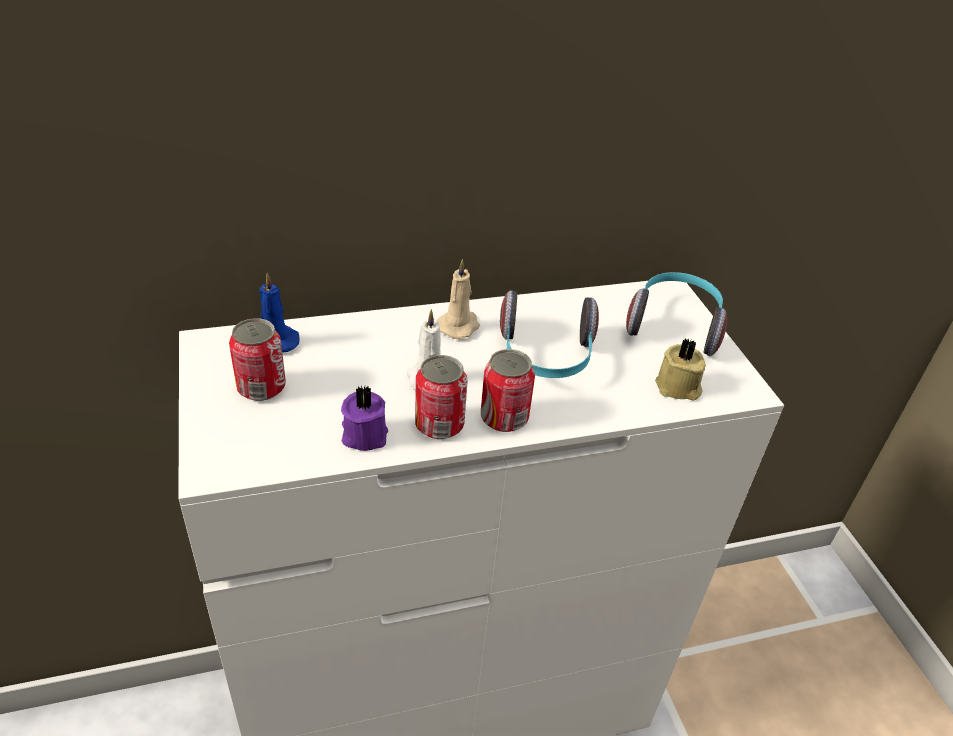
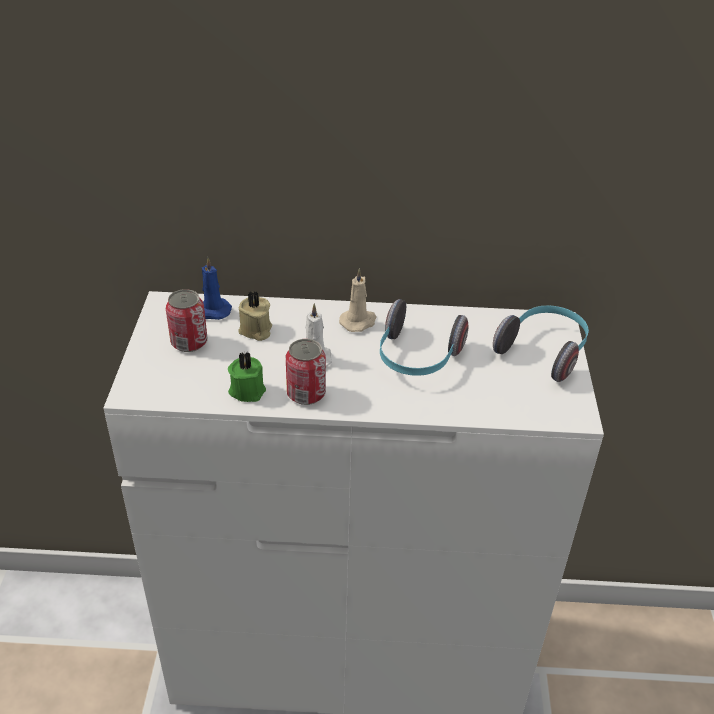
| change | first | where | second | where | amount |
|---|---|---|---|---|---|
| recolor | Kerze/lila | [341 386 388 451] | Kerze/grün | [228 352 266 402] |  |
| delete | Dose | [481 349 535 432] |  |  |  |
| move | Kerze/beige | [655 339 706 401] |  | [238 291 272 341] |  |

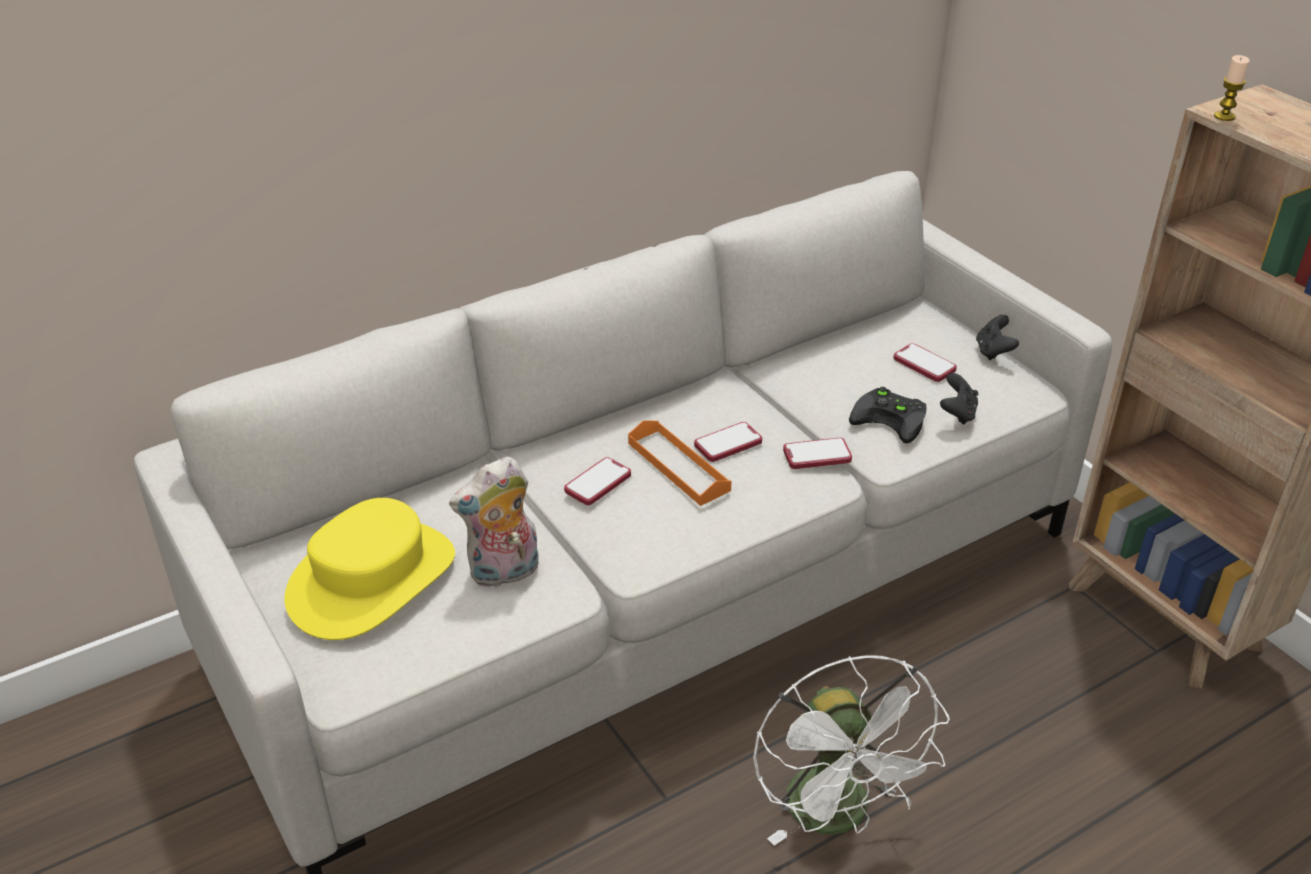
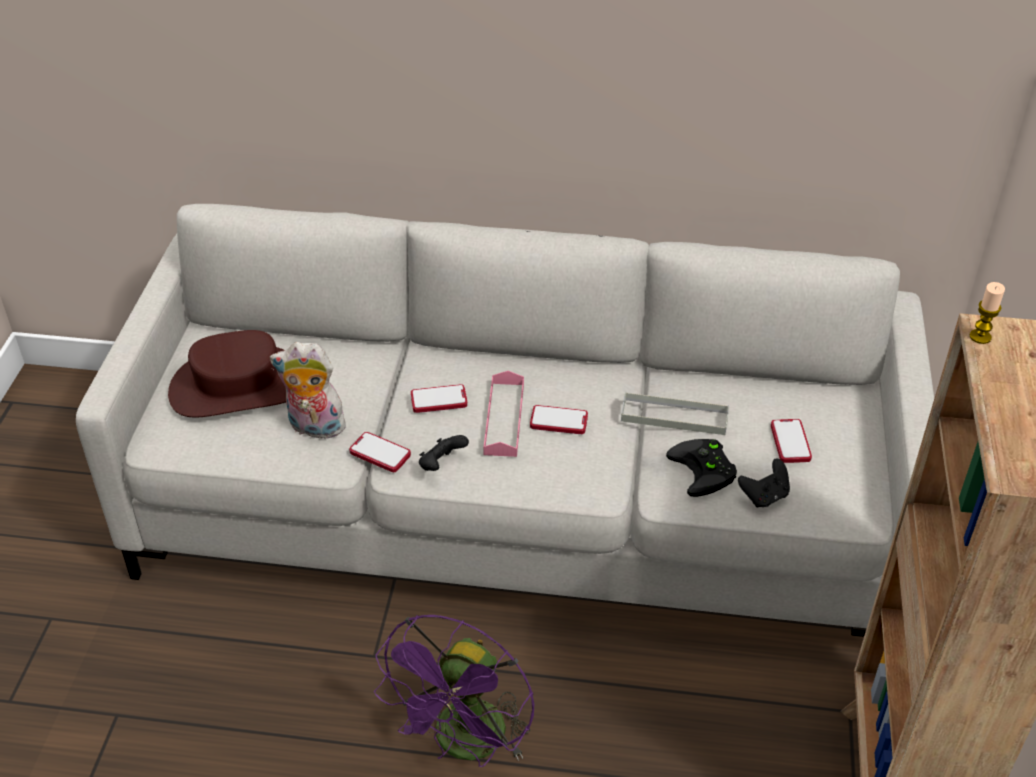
| change | first | where | second | where | amount |
|---|---|---|---|---|---|
| recolor | Hut/gelb | [285 498 455 640] | Hut/braun | [168 330 286 417] |  |
| recolor | Tablett/orange | [628 420 732 506] | Tablett/rosa | [483 371 524 457] |  |
| recolor | Ventilator/weiß | [753 655 950 846] | Ventilator/lila | [374 615 534 767] |  |
| move | Handy | [783 438 852 469] |  | [349 432 411 472] |  |
| move | Gamepad/schwarz | [976 315 1019 360] |  | [419 435 469 471] |  |
| insert |  |  | Tablett/grau | [621 392 729 435] |  |

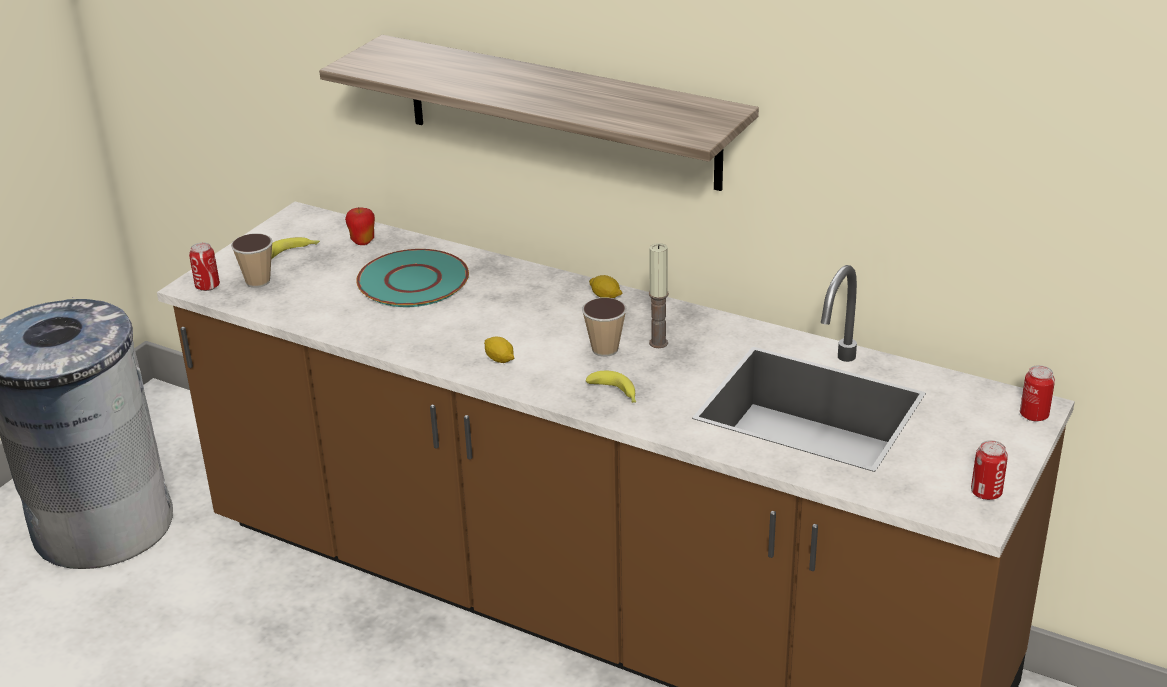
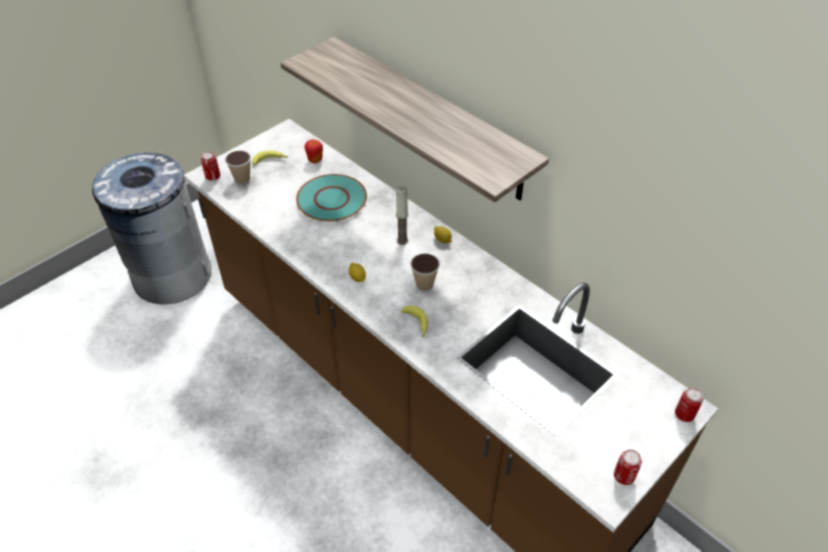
| change | first | where | second | where | amount |
|---|---|---|---|---|---|
| move | Kerze | [649 243 669 348] |  | [396 186 408 245] |  |

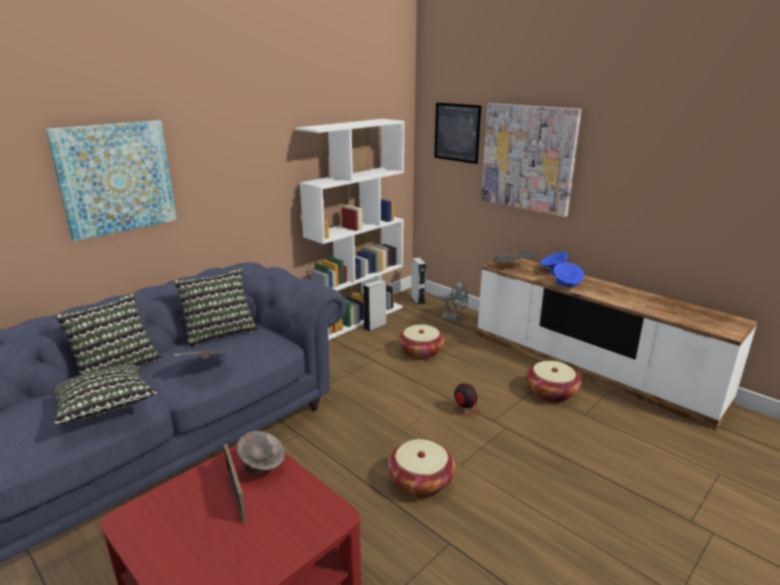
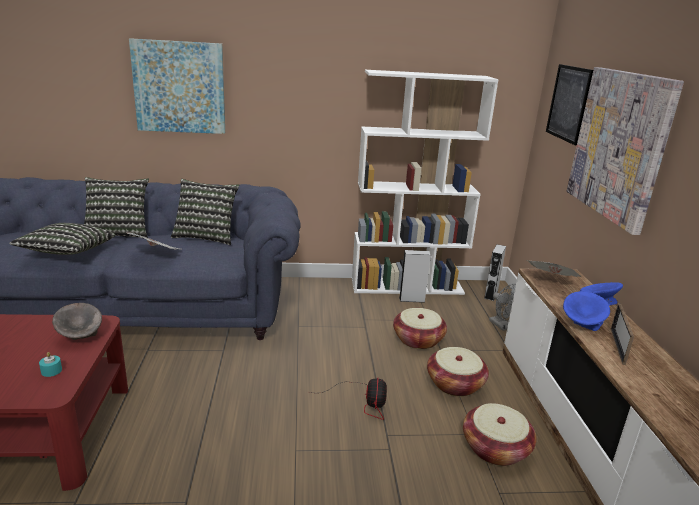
| change | first | where | second | where | amount |
|---|---|---|---|---|---|
| move | Bilderrahmen | [224 444 247 524] |  | [611 303 634 365] |  |
| move | Korb | [388 439 455 497] |  | [427 347 489 397] |  |
| insert |  |  | Kerze/türkis | [39 352 62 377] |  |

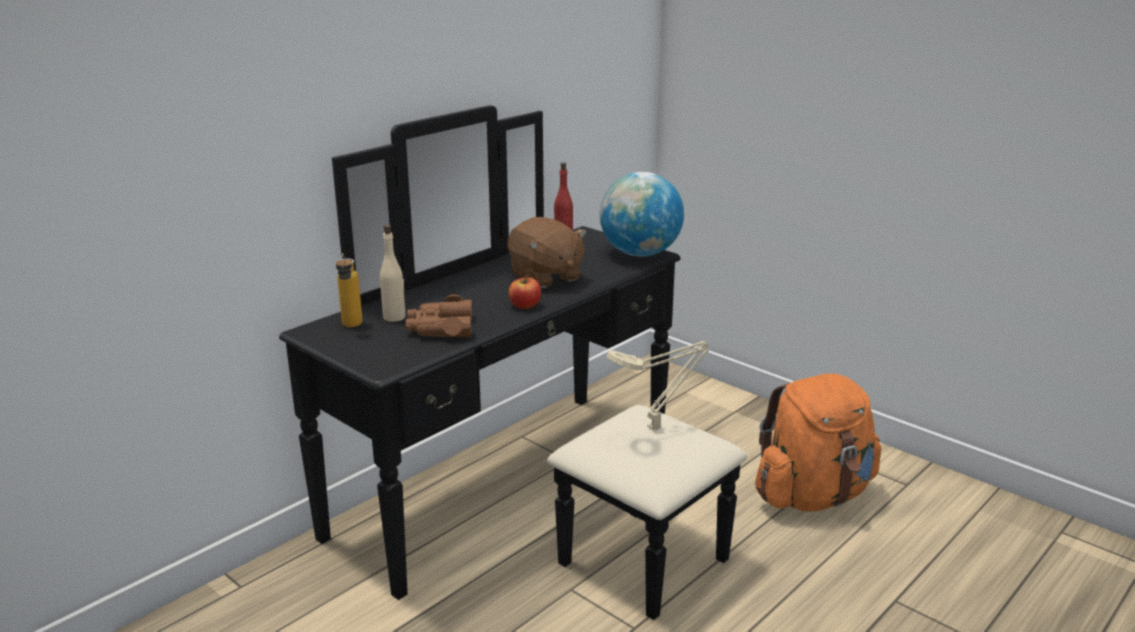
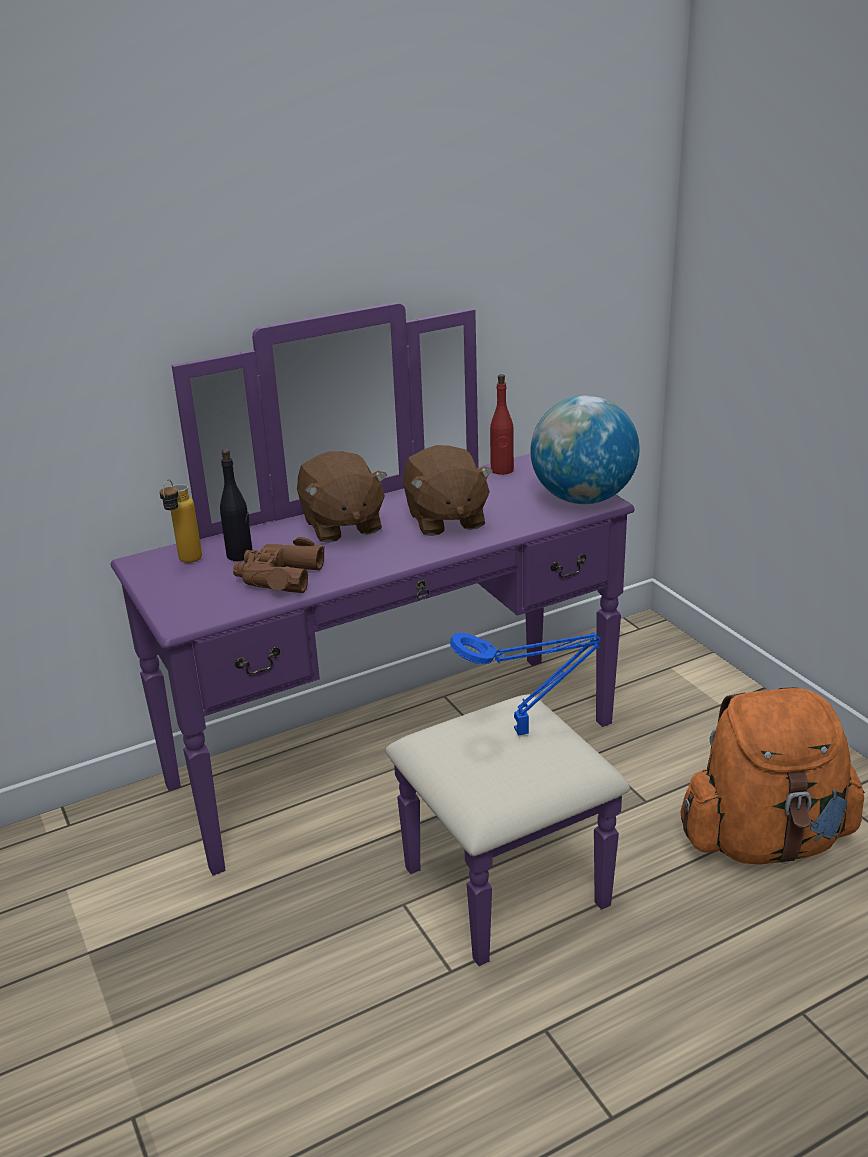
| change | first | where | second | where | amount |
|---|---|---|---|---|---|
| recolor | Kommode/schwarz | [279 105 747 620] | Kommode/lila | [110 303 635 966] |  |
| recolor | Flasche/beige | [380 225 406 322] | Flasche/schwarz | [220 449 253 561] |  |
| delete | Apfel | [509 275 541 309] |  |  |  |
| recolor | Tischlampe/beige | [607 341 709 430] | Tischlampe/blau | [450 632 601 736] |  |
| insert |  |  | Plüschtier/braun | [297 451 387 543] |  |

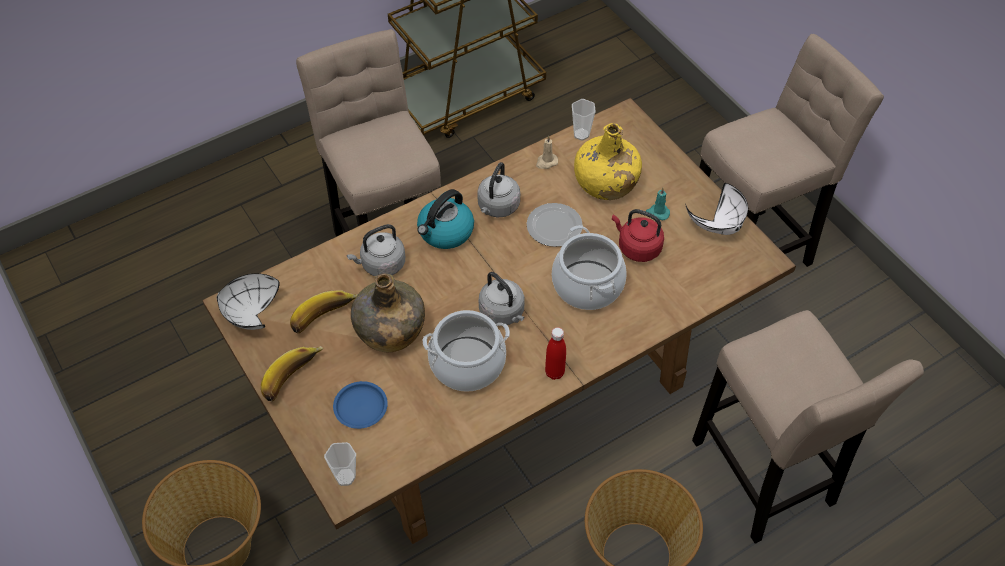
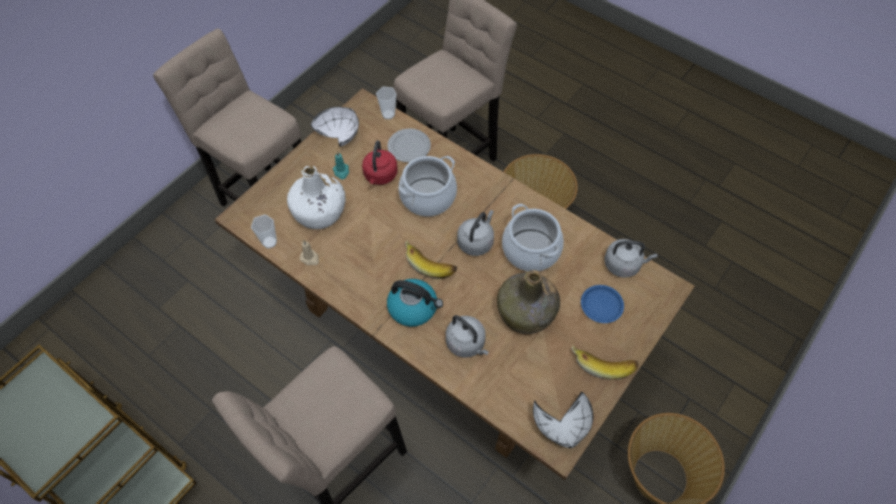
| change | first | where | second | where | amount |
|---|---|---|---|---|---|
| move | Banane | [290 290 358 333] |  | [405 240 457 279] |  |
| move | Tasse | [324 442 356 486] |  | [376 87 396 120] |  |
| move | Wasserkessel/grau | [477 162 520 217] |  | [604 239 657 278] |  |
| move | Teller | [527 203 583 247] |  | [387 128 431 162] |  |
| delete | Flasche/rot | [545 327 566 380] |  |  |  |
| recolor | Flasche/gelb | [574 123 642 200] | Flasche/weiß | [287 165 346 229] |  |

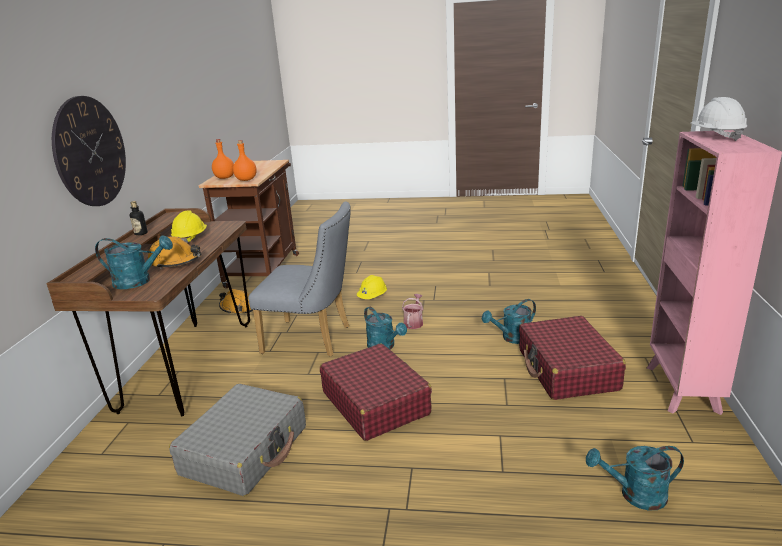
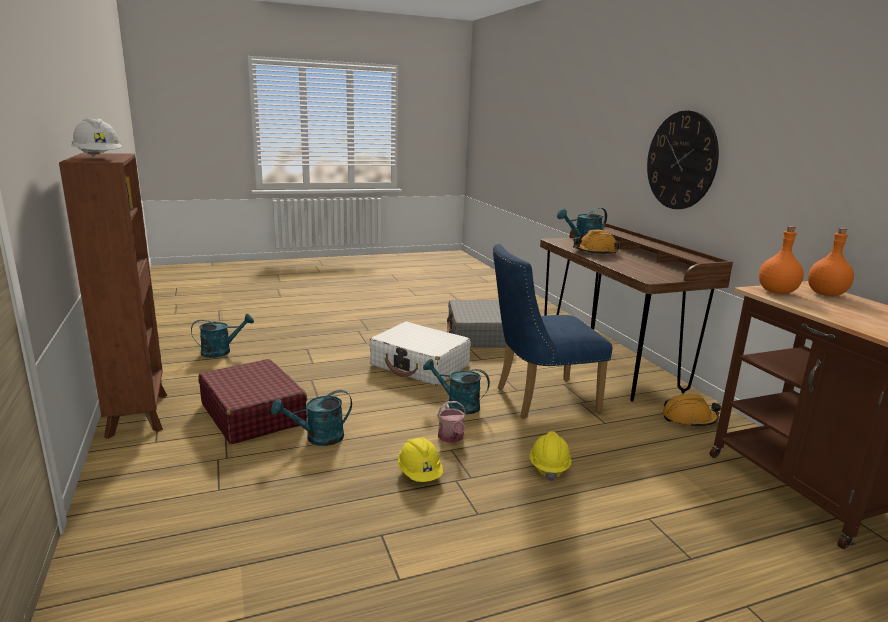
| change | first | where | second | where | amount |
|---|---|---|---|---|---|
| delete | Flasche | [130 201 148 236] |  |  |  |
| move | Schutzhelm/gelb | [171 211 207 242] |  | [398 437 443 482] |  |
| recolor | Stuhl/grau | [248 202 351 357] | Stuhl/blau | [493 244 612 419] |  |
| recolor | Koffer/rot | [320 344 432 441] | Koffer/weiß | [369 322 471 386] |  |
| rotate | Gießkanne/türkis | [482 299 536 344] |  | [271 390 352 446] | 150 degrees counterclockwise |
| recolor | Bücherregal/rosa | [647 130 782 415] | Bücherregal/braun | [59 153 167 439] |  |

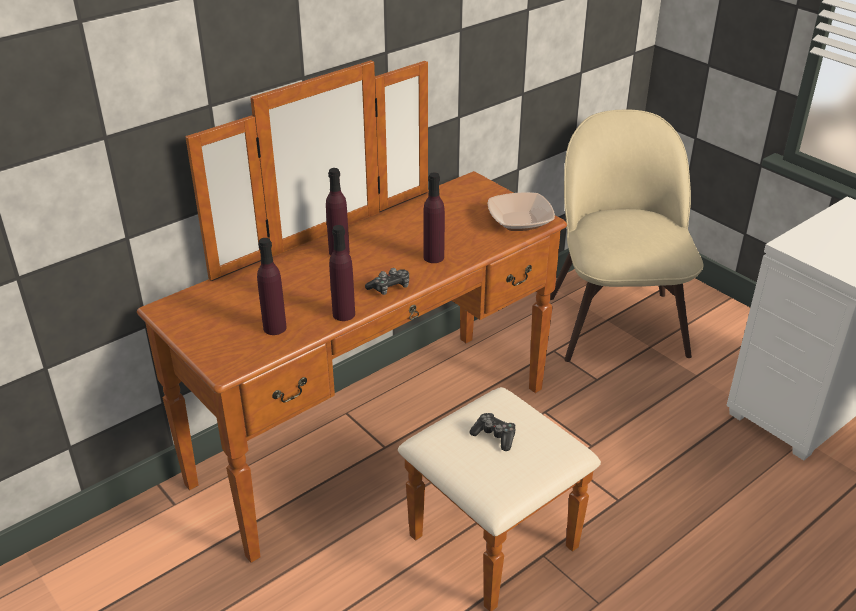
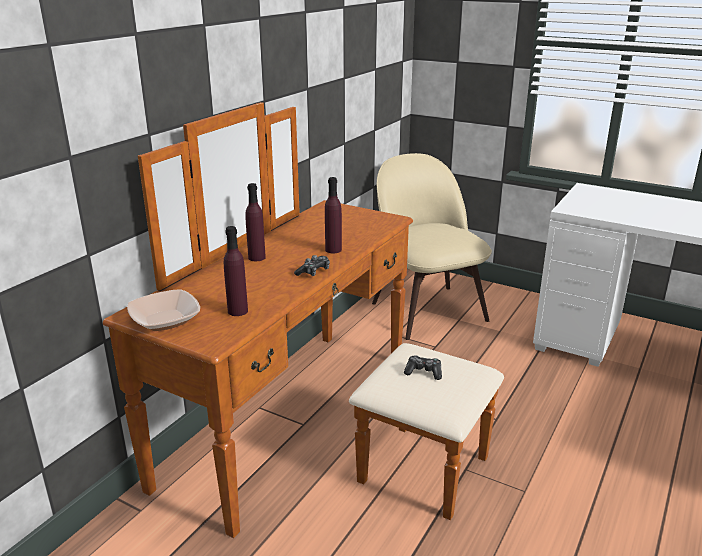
| change | first | where | second | where | amount |
|---|---|---|---|---|---|
| delete | Flasche/lila | [329 225 355 321] |  |  |  |
| move | Schüssel | [488 192 555 231] |  | [127 289 200 331] |  |

